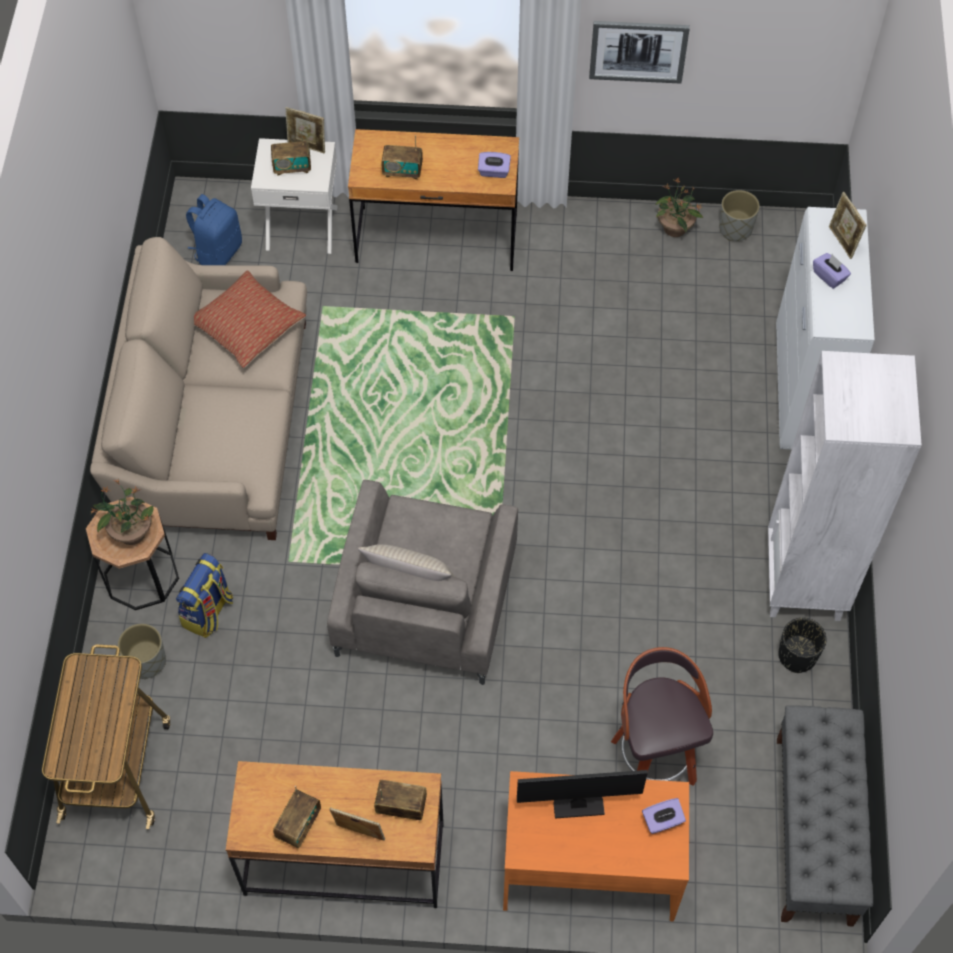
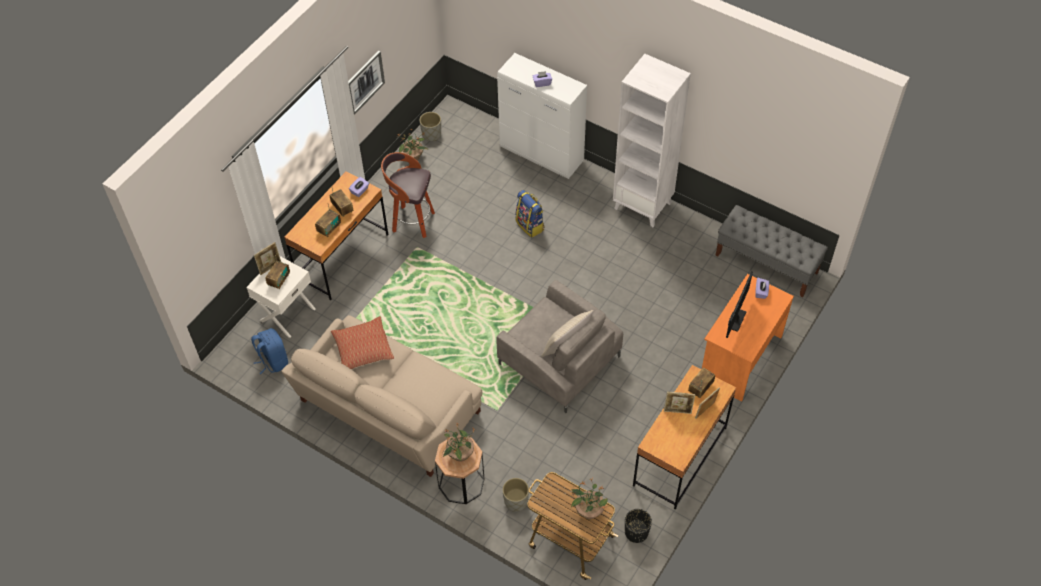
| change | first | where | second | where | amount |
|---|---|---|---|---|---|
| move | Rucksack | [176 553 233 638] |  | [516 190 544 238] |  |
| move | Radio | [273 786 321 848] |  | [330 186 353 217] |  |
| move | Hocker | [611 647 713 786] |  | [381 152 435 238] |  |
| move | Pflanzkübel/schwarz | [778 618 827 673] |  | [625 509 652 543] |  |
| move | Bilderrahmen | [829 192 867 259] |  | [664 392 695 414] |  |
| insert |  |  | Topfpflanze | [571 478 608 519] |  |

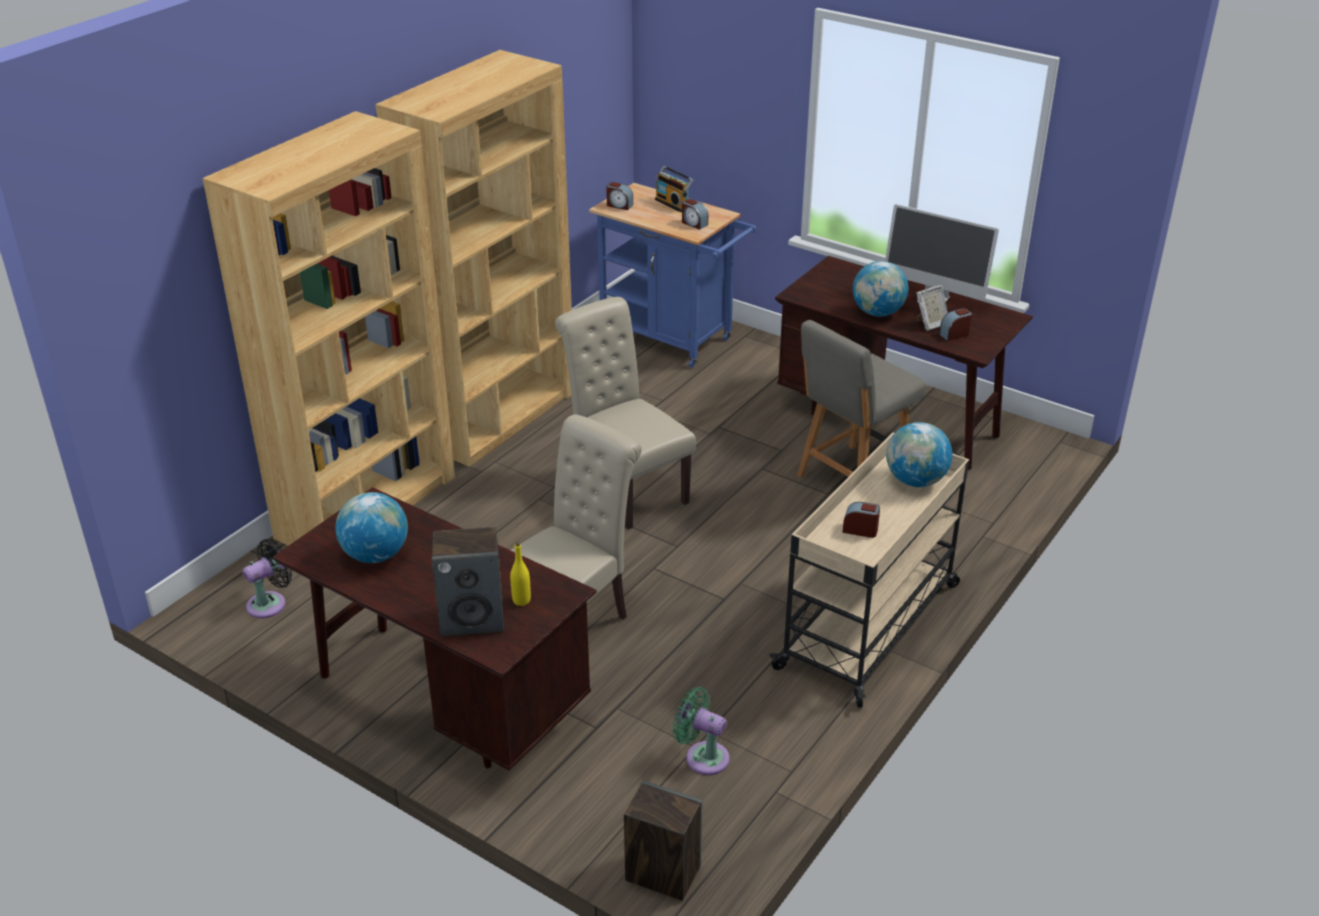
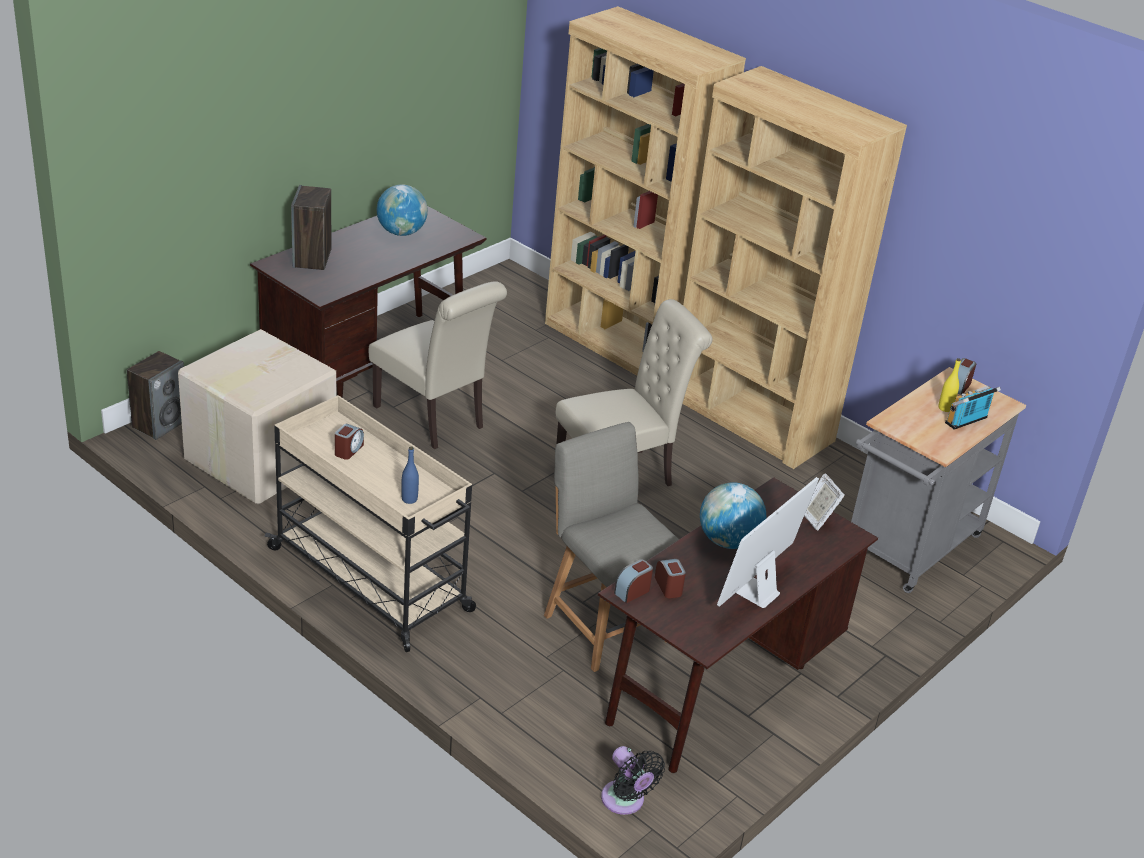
| change | first | where | second | where | amount |
|---|---|---|---|---|---|
| move | Ventilator/schwarz | [242 539 292 618] |  | [601 746 665 815] |  |
| move | Flasche/gelb | [510 542 531 606] |  | [939 358 961 412] |  |
| recolor | Rollwagen/blau | [589 183 756 368] | Rollwagen/grau | [851 367 1026 593] |  |
| replace | Ventilator/grün | [673 687 730 775] | Karton | [178 329 336 504] |  |
| move | Wecker | [682 199 708 230] |  | [614 559 653 603] |  |
| replace | Globus | [886 422 952 487] | Flasche/blau | [401 446 419 504] |  |
| move | Bilderrahmen | [916 285 948 331] |  | [804 473 845 531] |  |

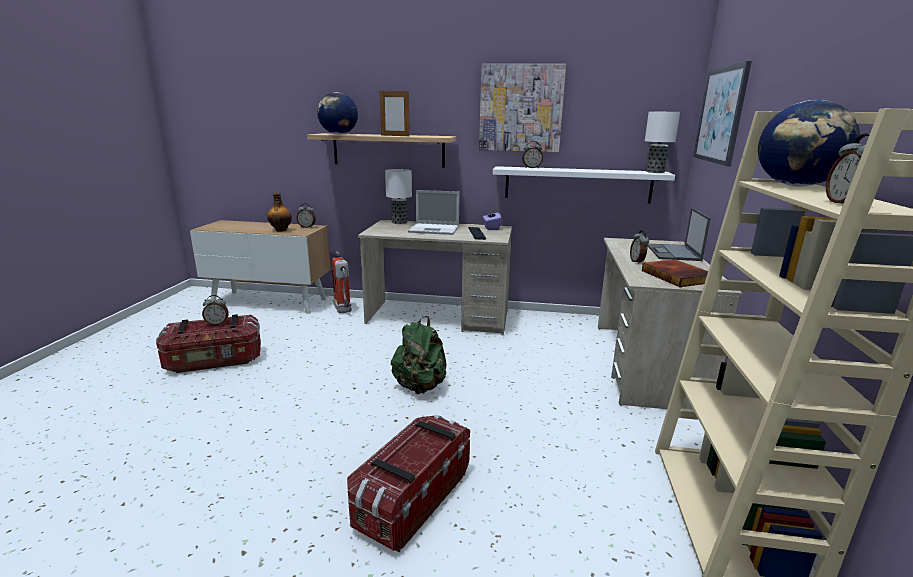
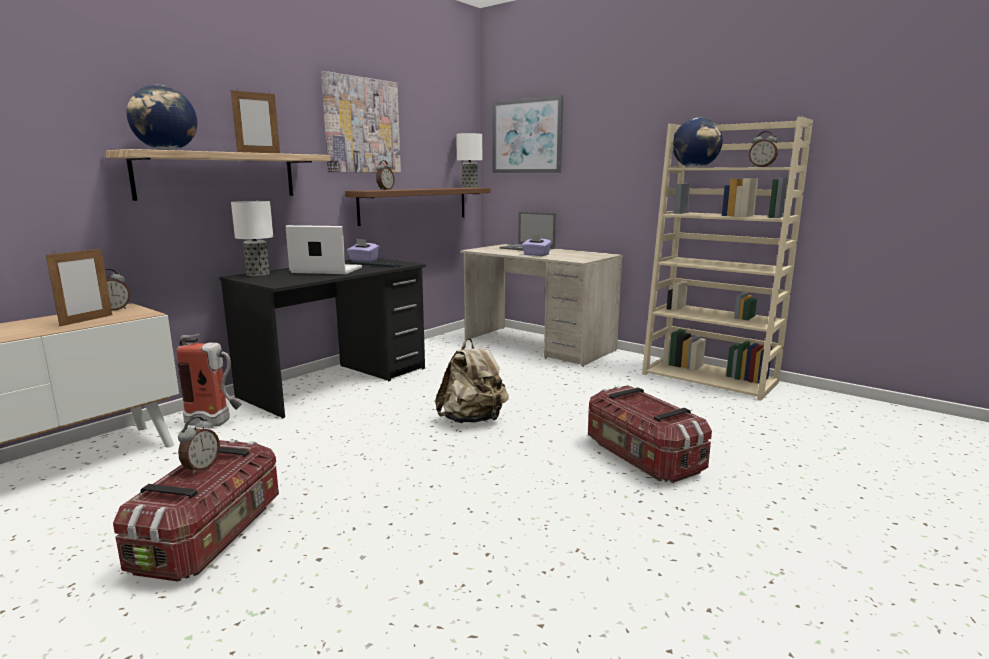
| change | first | where | second | where | amount |
|---|---|---|---|---|---|
| replace | Flasche | [267 193 292 232] | Bilderrahmen | [46 247 112 326] |  |
| recolor | Schreibtisch/beige | [358 220 512 335] | Schreibtisch/schwarz | [219 258 426 418] |  |
| recolor | Rucksack/grün | [391 316 446 394] | Rucksack/beige | [435 338 509 423] |  |
| rotate | Laptop | [408 190 460 235] |  | [286 225 362 274] | 120 degrees counterclockwise |
| recolor | Wandregal/weiß | [493 166 675 204] | Wandregal/braun | [345 188 491 226] |  |
| replace | Wecker | [630 230 649 264] | Taschentuchbox/lila | [522 234 552 256] |  |
| delete | Buch | [642 259 708 287] |  |  |  |

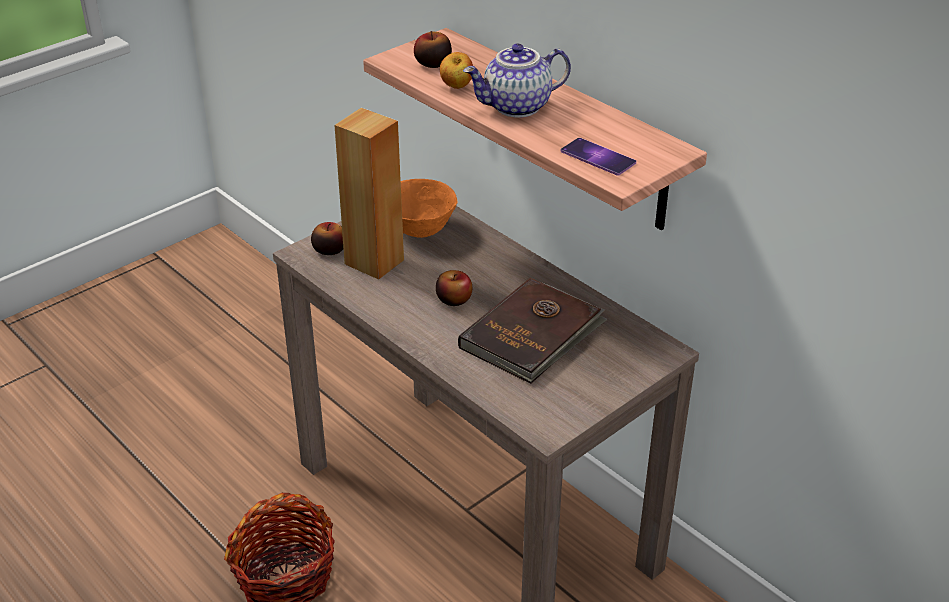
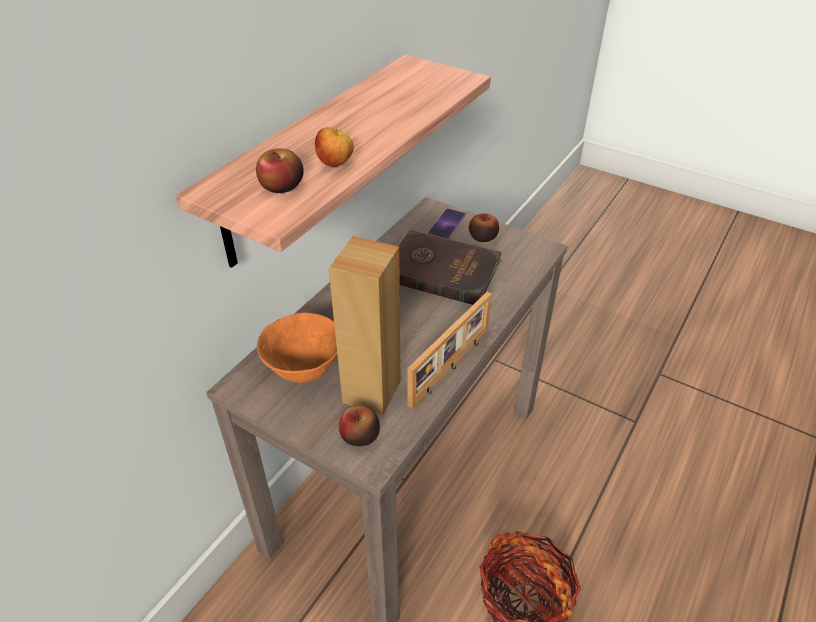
| change | first | where | second | where | amount |
|---|---|---|---|---|---|
| move | Apfel | [436 270 472 306] |  | [469 213 499 242] |  |
| delete | Teekanne | [463 44 571 118] |  |  |  |
| move | Handy | [561 138 636 176] |  | [428 208 466 239] |  |
| insert |  |  | Bilderrahmen | [408 292 492 409] |  |

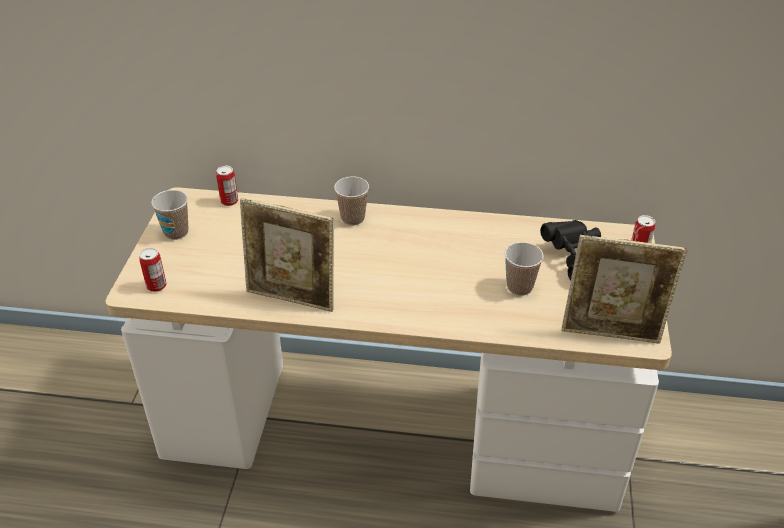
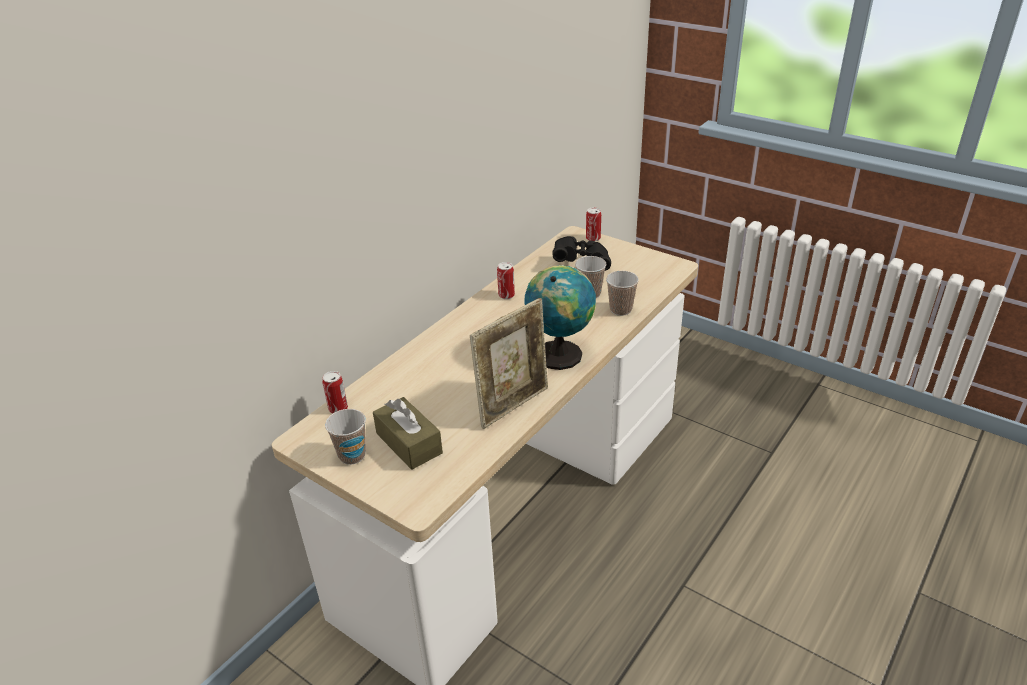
| change | first | where | second | where | amount |
|---|---|---|---|---|---|
| move | Dose | [139 248 166 292] |  | [497 262 515 299] |  |
| move | Tasse | [334 176 369 226] |  | [606 271 639 316] |  |
| delete | Bilderrahmen | [562 235 687 343] |  |  |  |
| insert |  |  | Taschentuchbox/braun | [373 397 443 470] |  |
| insert |  |  | Globus | [524 265 596 370] |  |

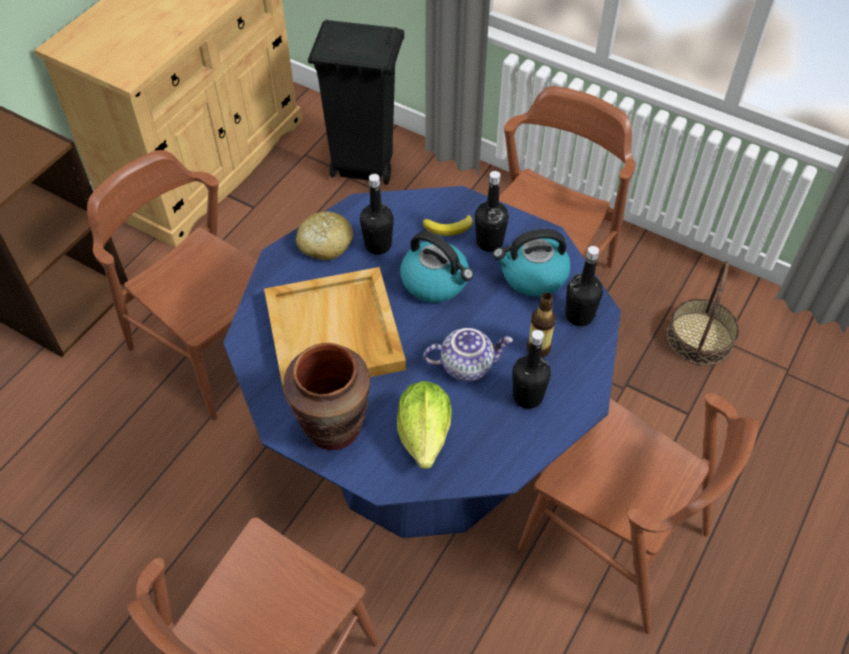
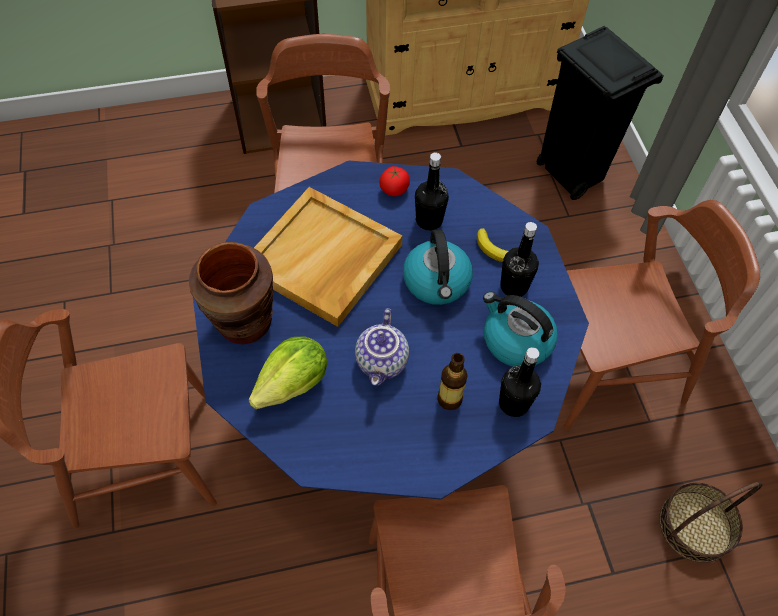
| change | first | where | second | where | amount |
|---|---|---|---|---|---|
| replace | Brot | [296 211 353 260] | Tomate | [379 166 410 196] |  |
| rotate | Teekanne | [423 328 513 382] |  | [355 308 409 386] | 60 degrees clockwise |
| delete | Flasche/schwarz | [513 330 551 409] |  |  |  |

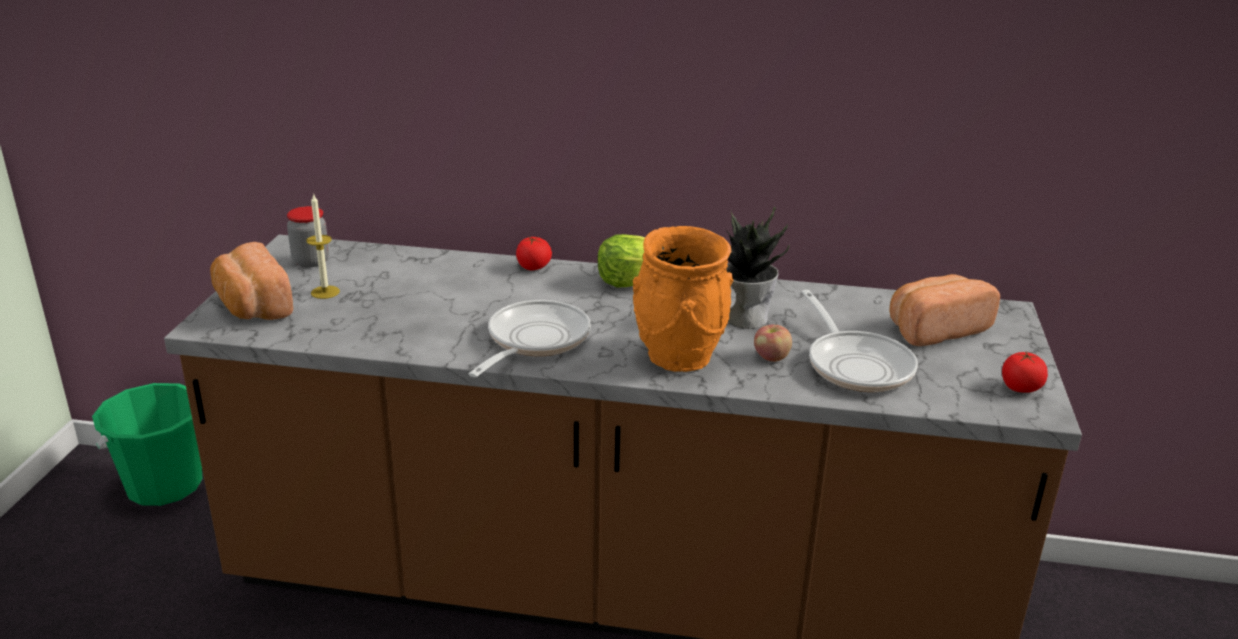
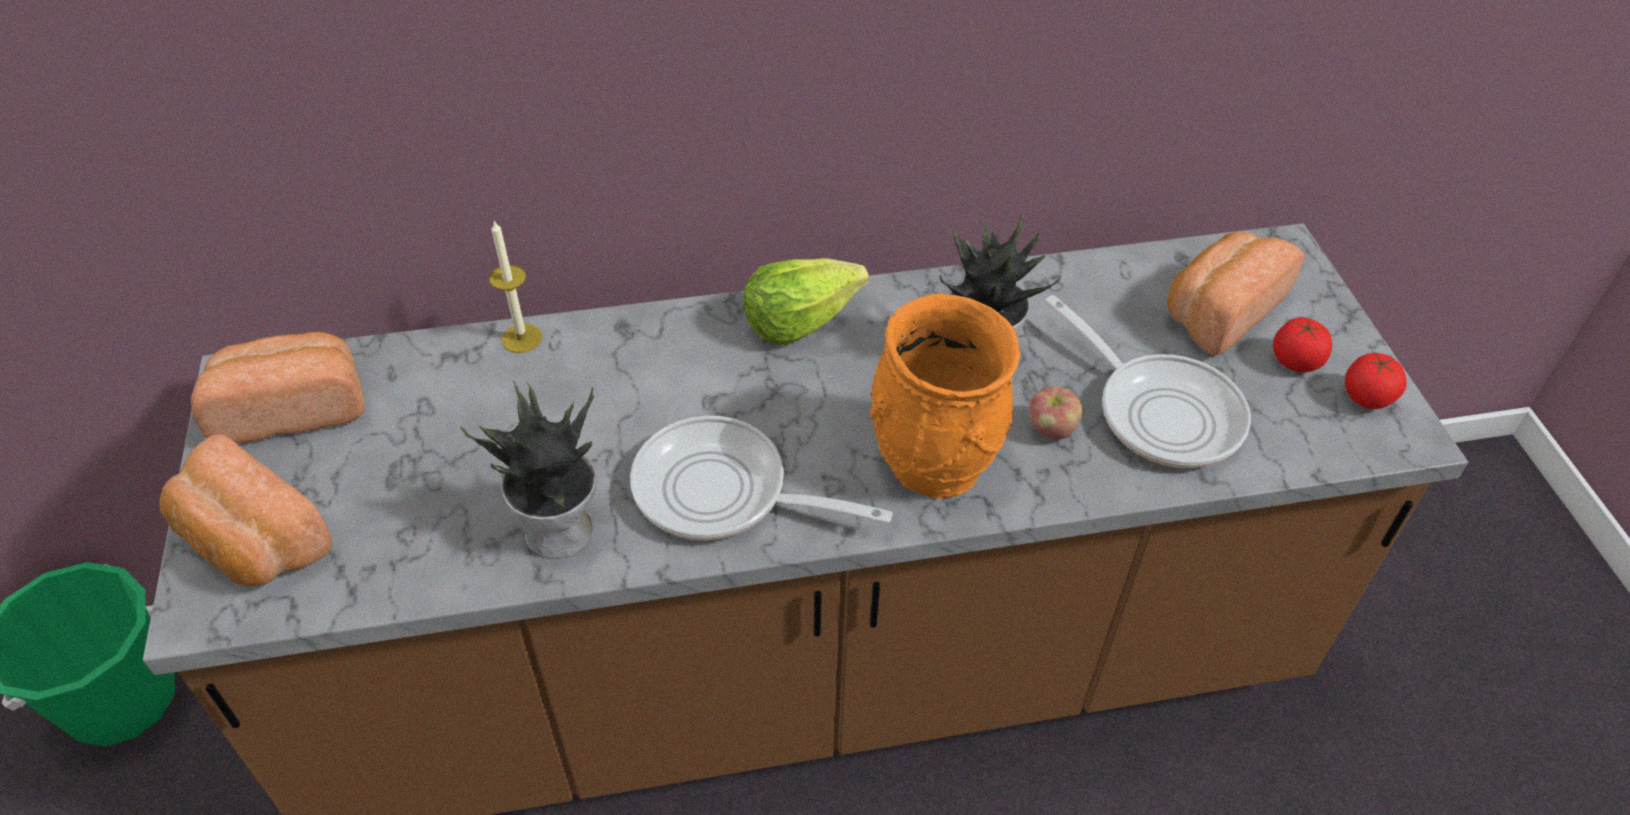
| change | first | where | second | where | amount |
|---|---|---|---|---|---|
| replace | Vorratsglas | [287 206 329 267] | Brot | [191 332 365 443] |  |
| move | Kerze | [306 193 340 299] |  | [489 221 542 353] |  |
| rotate | Pfanne | [469 300 591 377] |  | [630 416 893 540] | 75 degrees counterclockwise |
| move | Tomate | [516 236 552 270] |  | [1273 318 1332 372] |  |
| insert |  |  | Topfpflanze | [461 381 597 559] |  |

